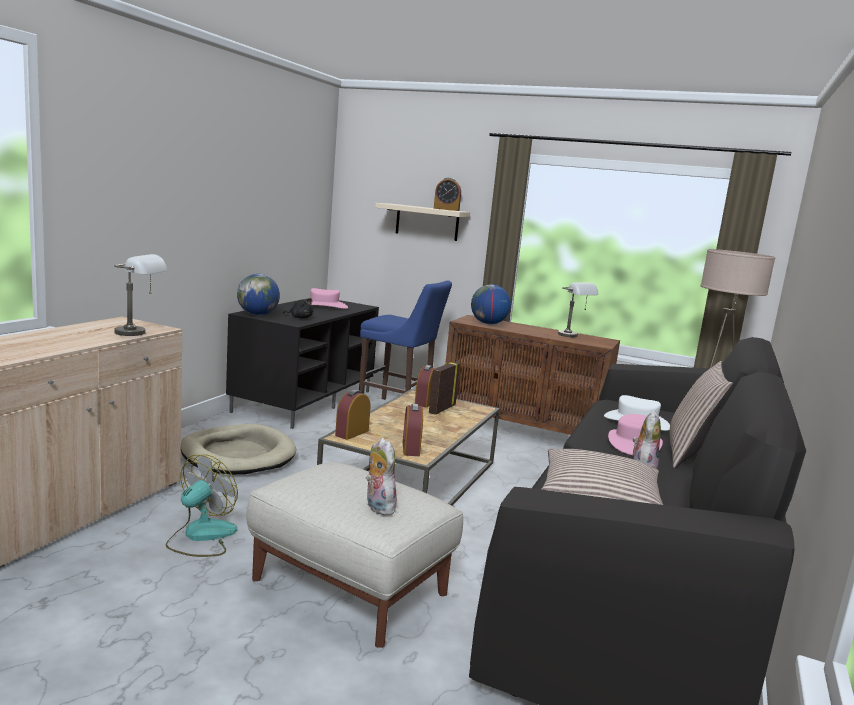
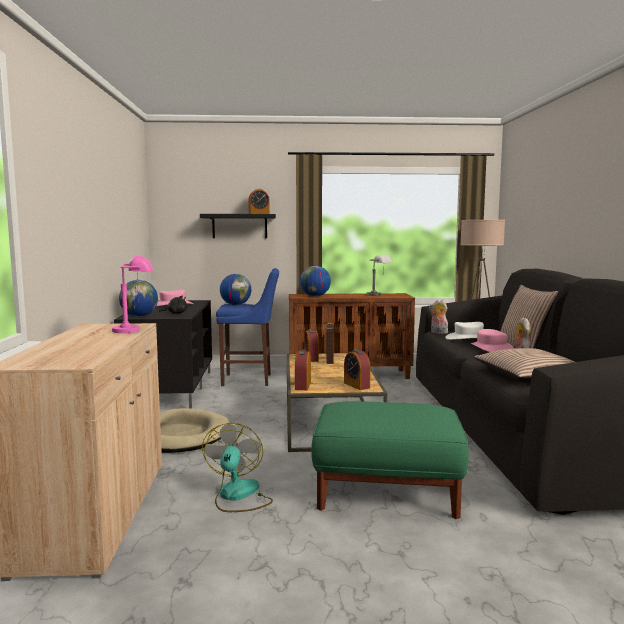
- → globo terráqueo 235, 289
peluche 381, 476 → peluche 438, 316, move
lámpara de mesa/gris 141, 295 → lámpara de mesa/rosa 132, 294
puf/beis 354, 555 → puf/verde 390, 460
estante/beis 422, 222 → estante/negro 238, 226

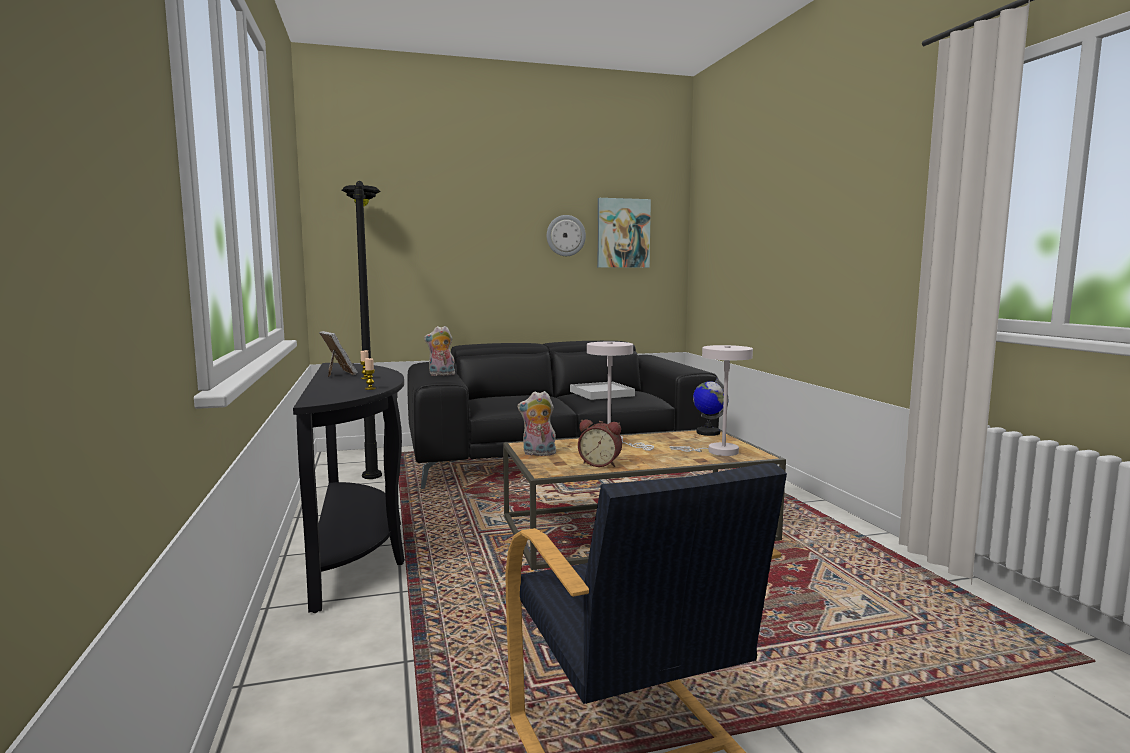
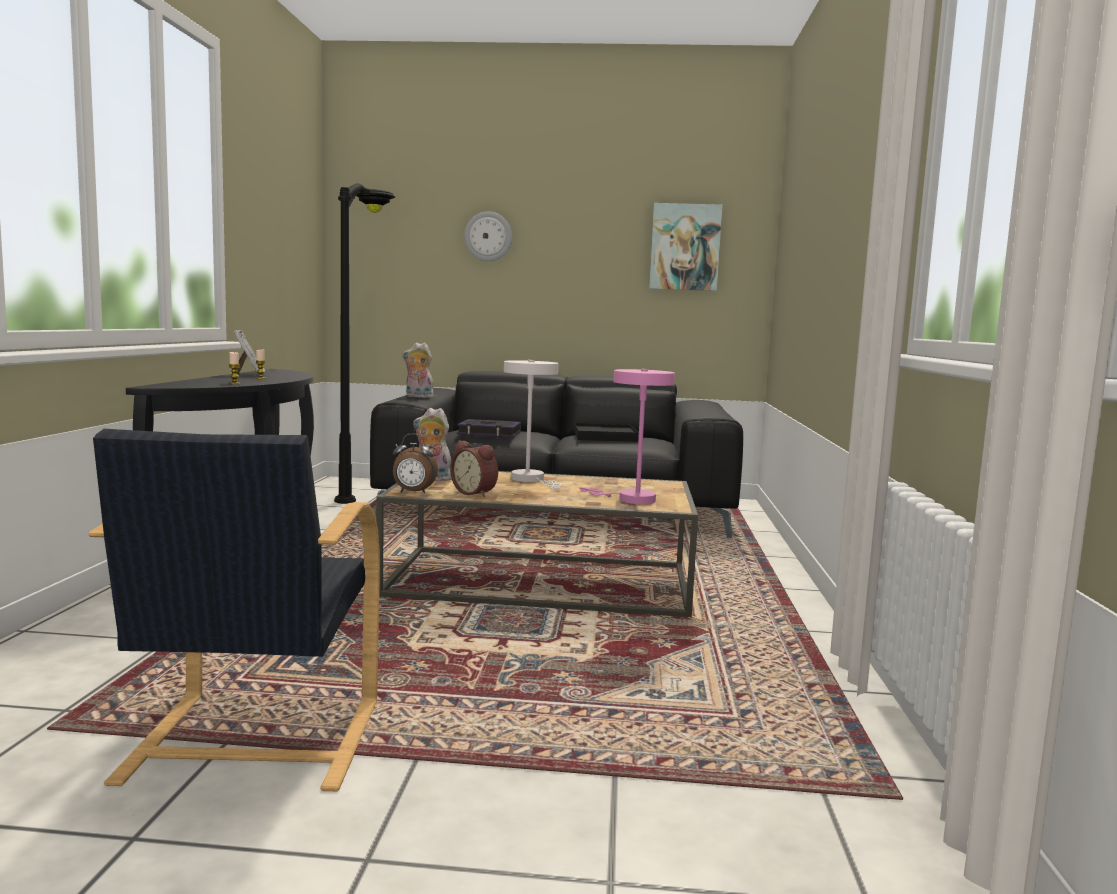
globo terráqueo 710, 407 → -
- → despertador 415, 463
- → libro 489, 428
reloj de pared 566, 235 → reloj de pared 488, 236, move
bandeja/blanco 602, 391 → bandeja/negro 606, 432
lámpara de mesa/blanco 711, 400 → lámpara de mesa/rosa 627, 436

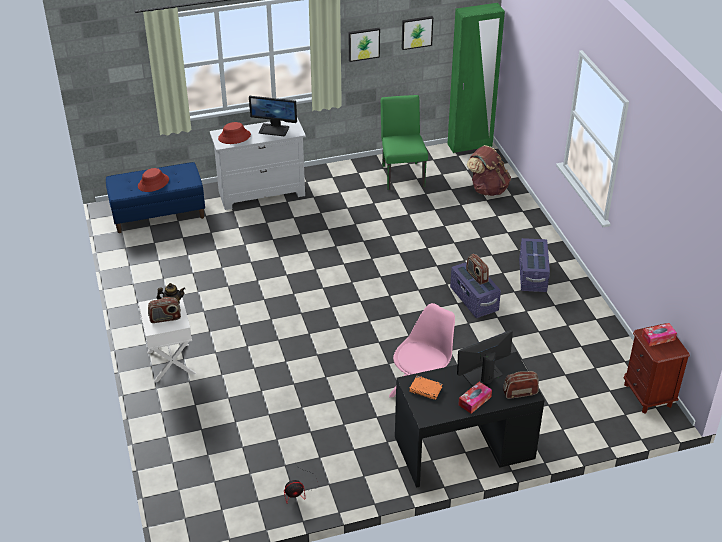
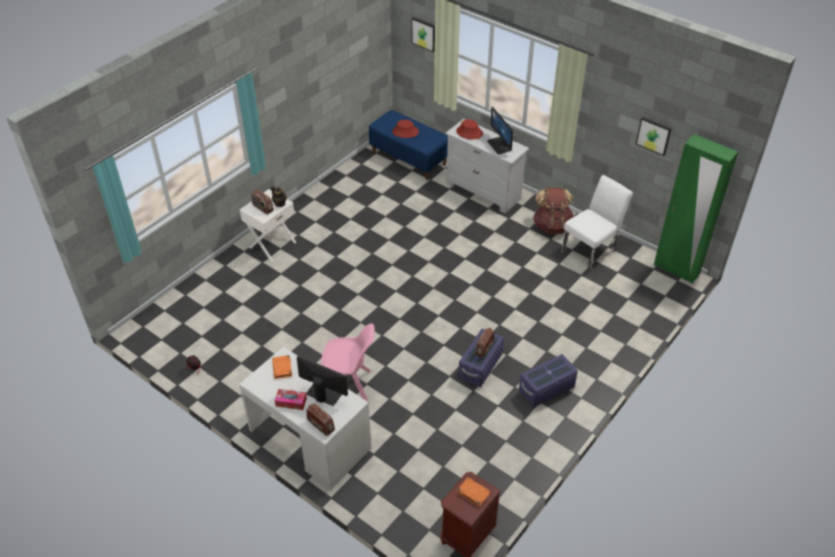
cuadro 364, 45 → cuadro 423, 34, move
mochila/marrón 489, 170 → mochila/marrón 553, 211, move
caja de pañuelos 659, 334 → libro/naranja 474, 492
silla/verde 404, 142 → silla/blanco 597, 223
escritorio/negro 470, 420 → escritorio/blanco 305, 418

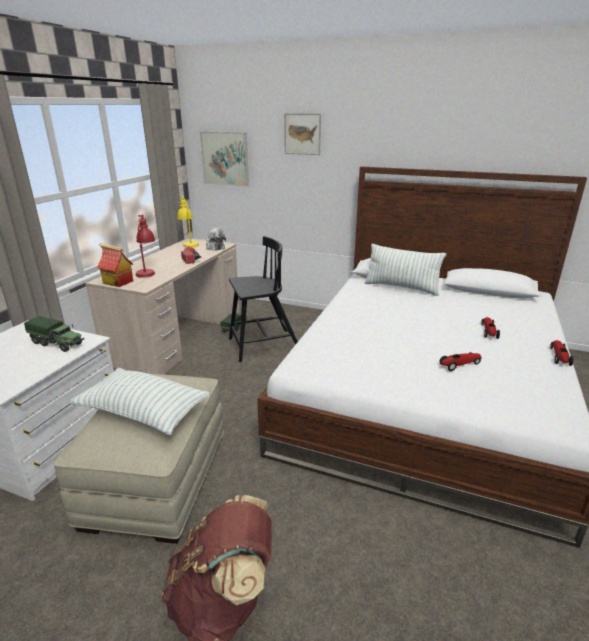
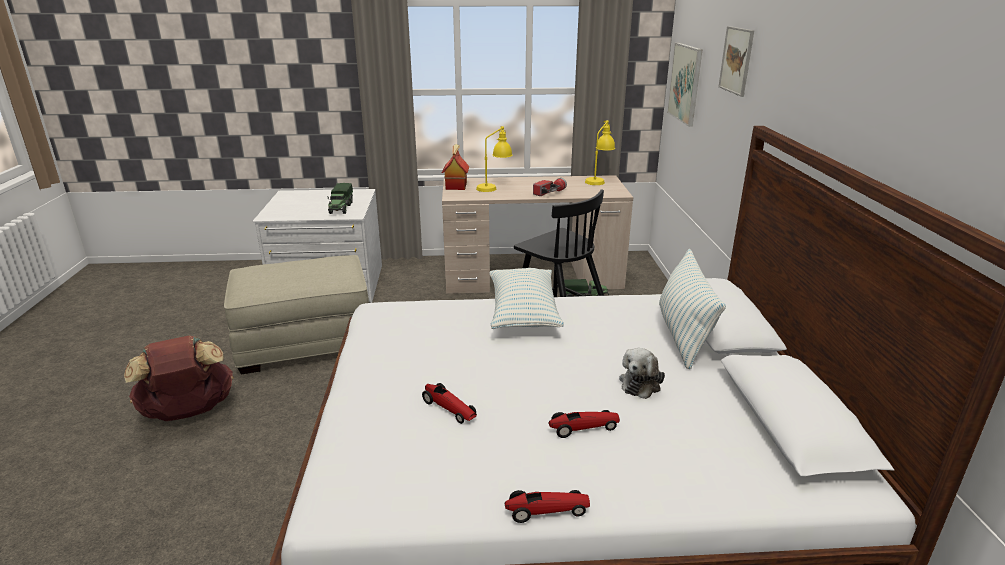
cojín 140, 401 → cojín 527, 298, move
peluche 216, 239 → peluche 642, 373, move
lámpara de mesa/rojo 145, 246 → lámpara de mesa/amarillo 494, 159

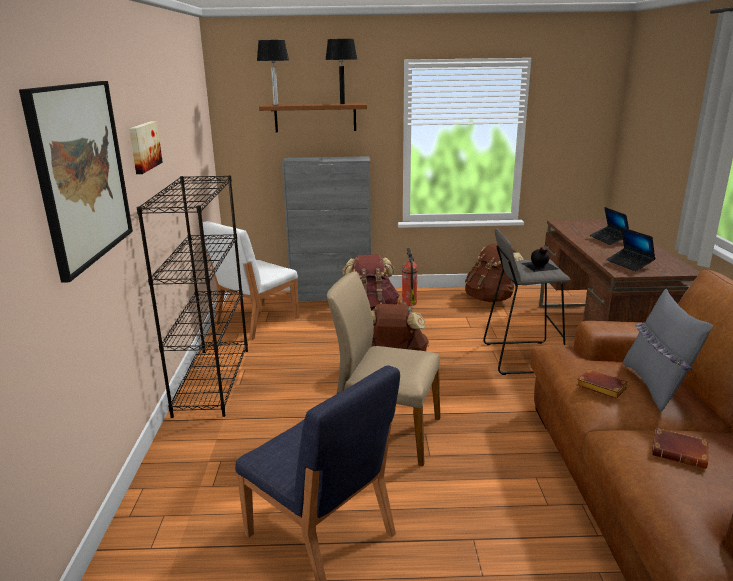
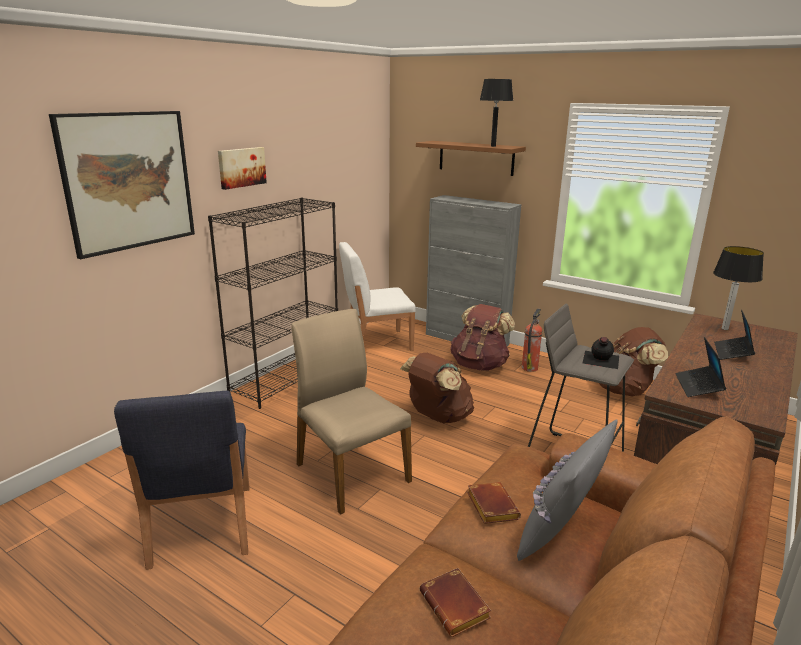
lámpara de mesa 273, 72 → lámpara de mesa 738, 288, move

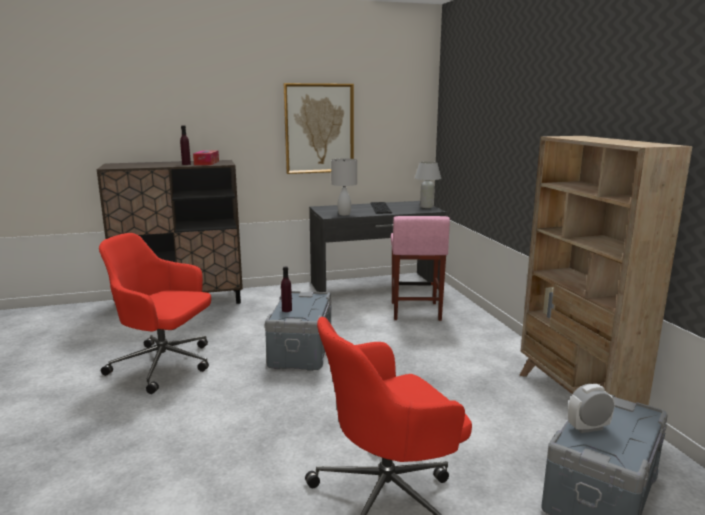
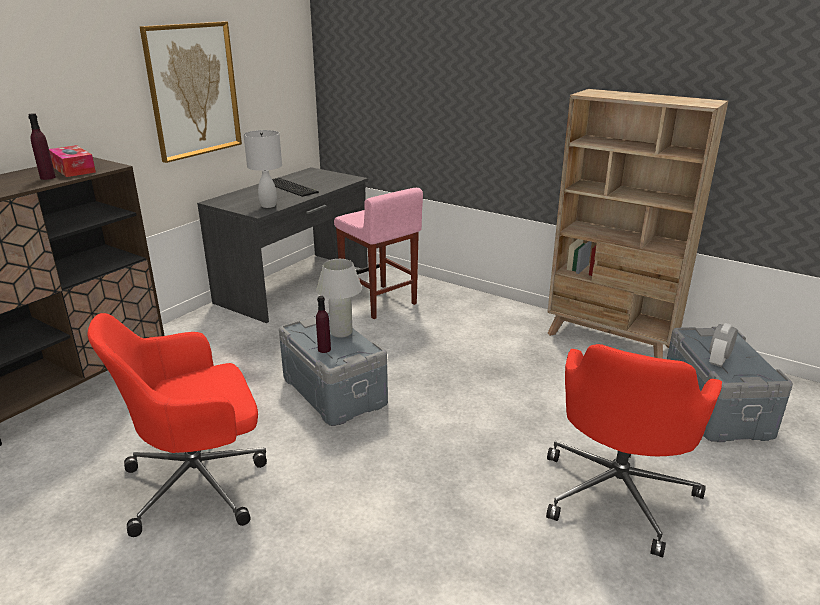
lámpara de mesa/blanco 428, 184 → lámpara de mesa/blanco 339, 298, move

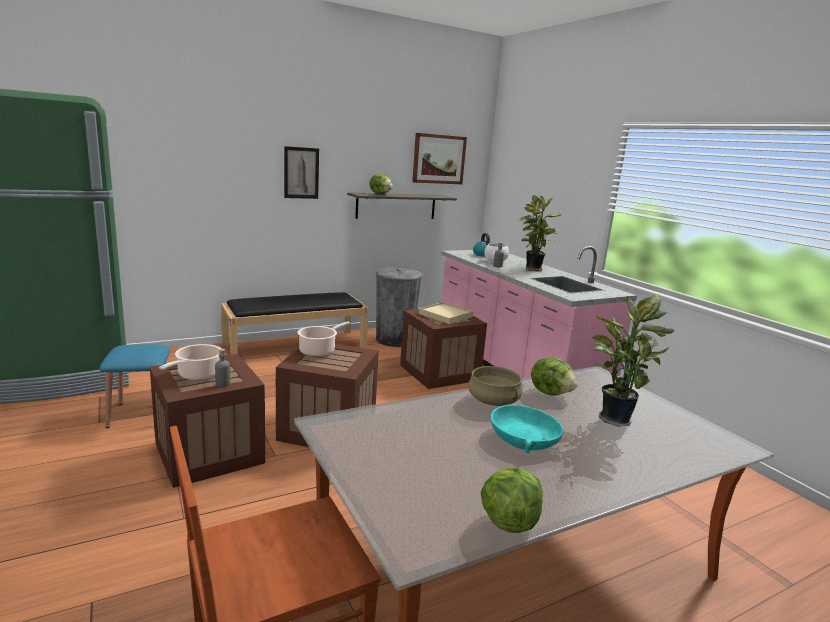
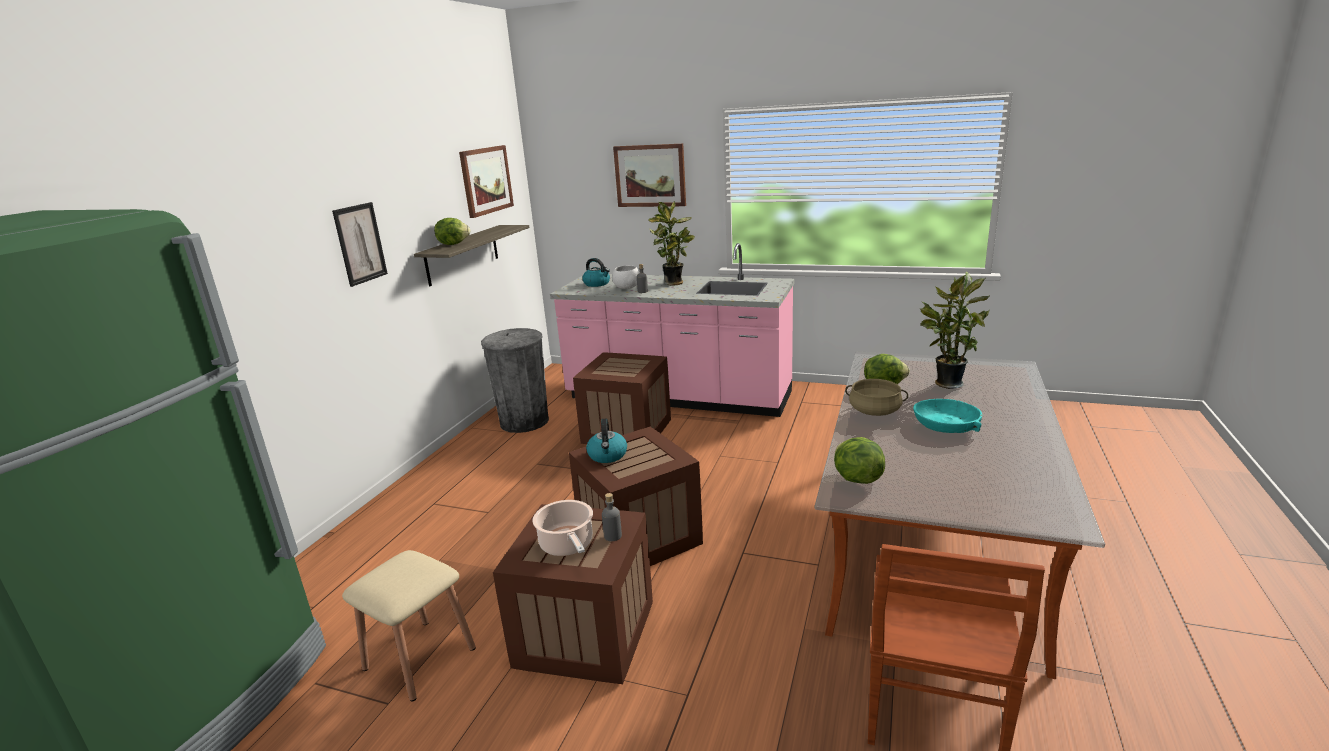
banco/negro 295, 323 → -
bandeja/beis 446, 313 → -
- → cuadro 649, 175
lechuga 512, 500 → lechuga 859, 460, move
olla 324, 339 → hervidor 606, 441
taburete/azul 135, 386 → taburete/beis 409, 626

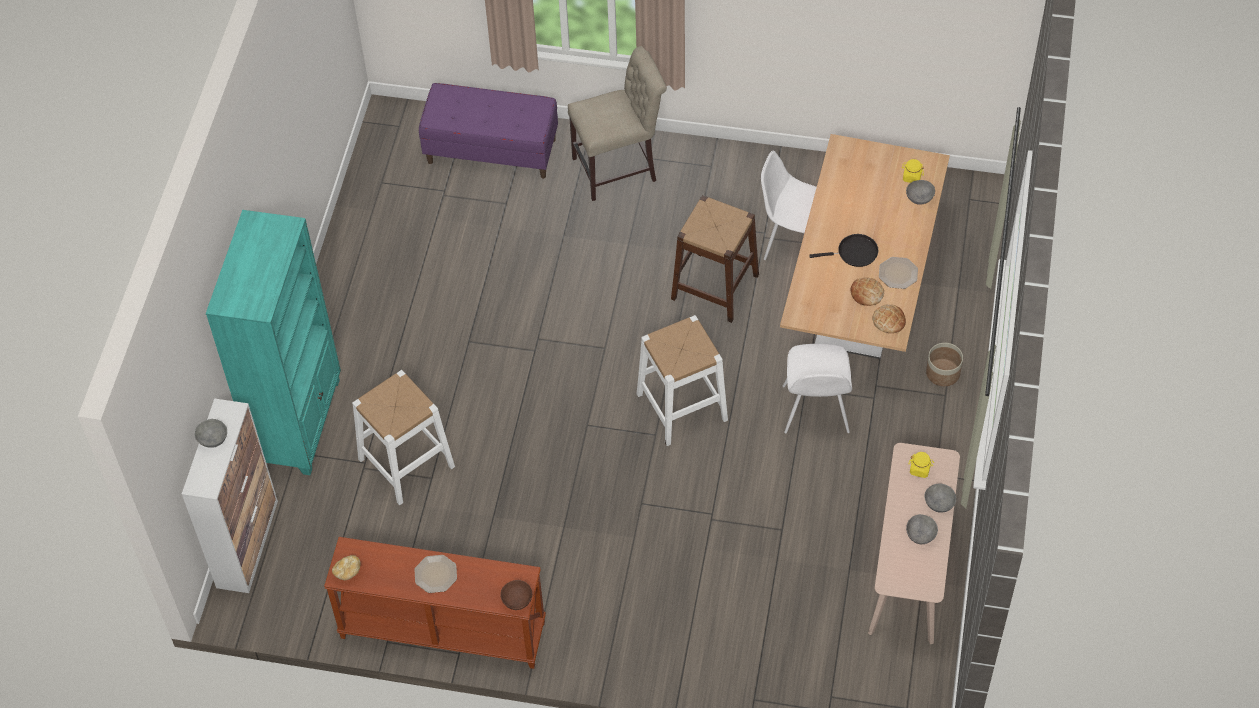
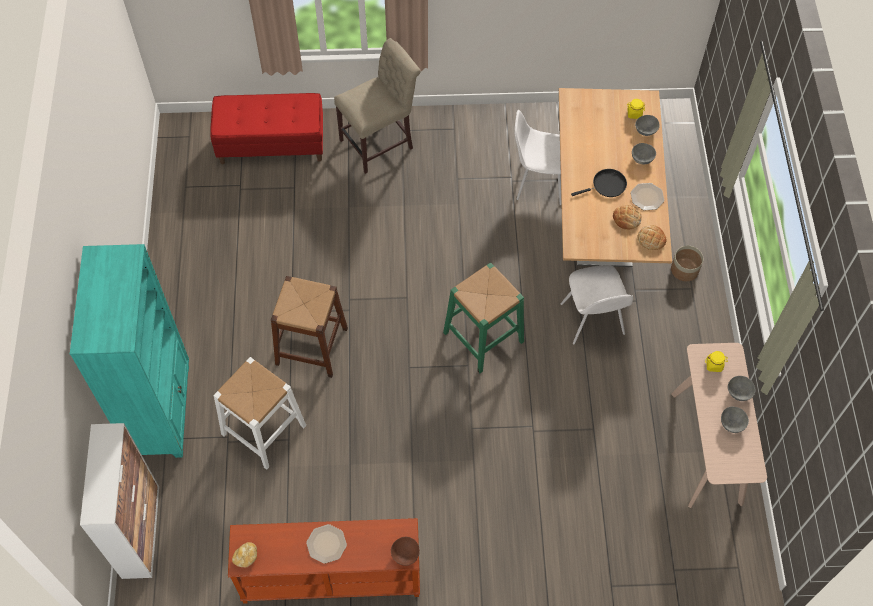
cuenco/gris 211, 433 → cuenco/gris 644, 153, move
taburete/marrón 715, 259 → taburete/marrón 309, 327, move
banco/morado 488, 131 → banco/rojo 267, 128
taburete/blanco 682, 380 → taburete/verde 483, 318

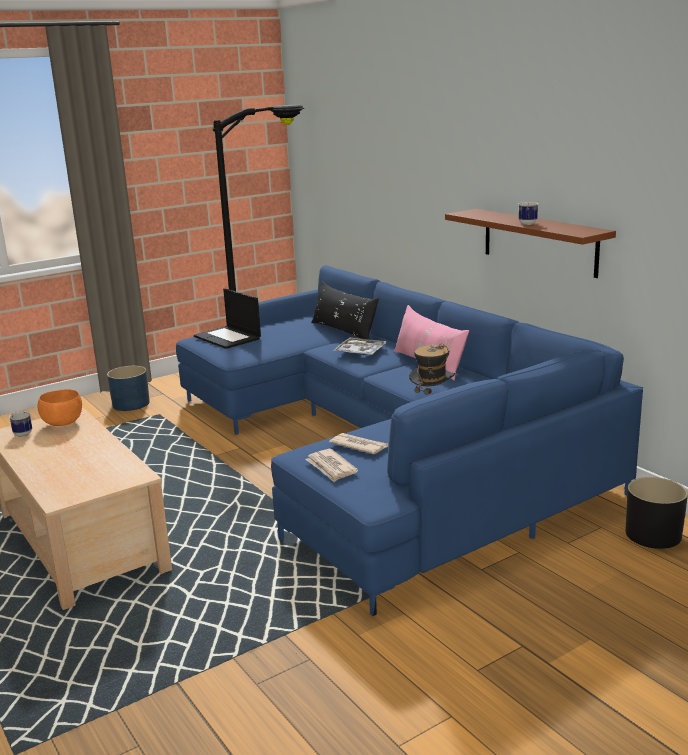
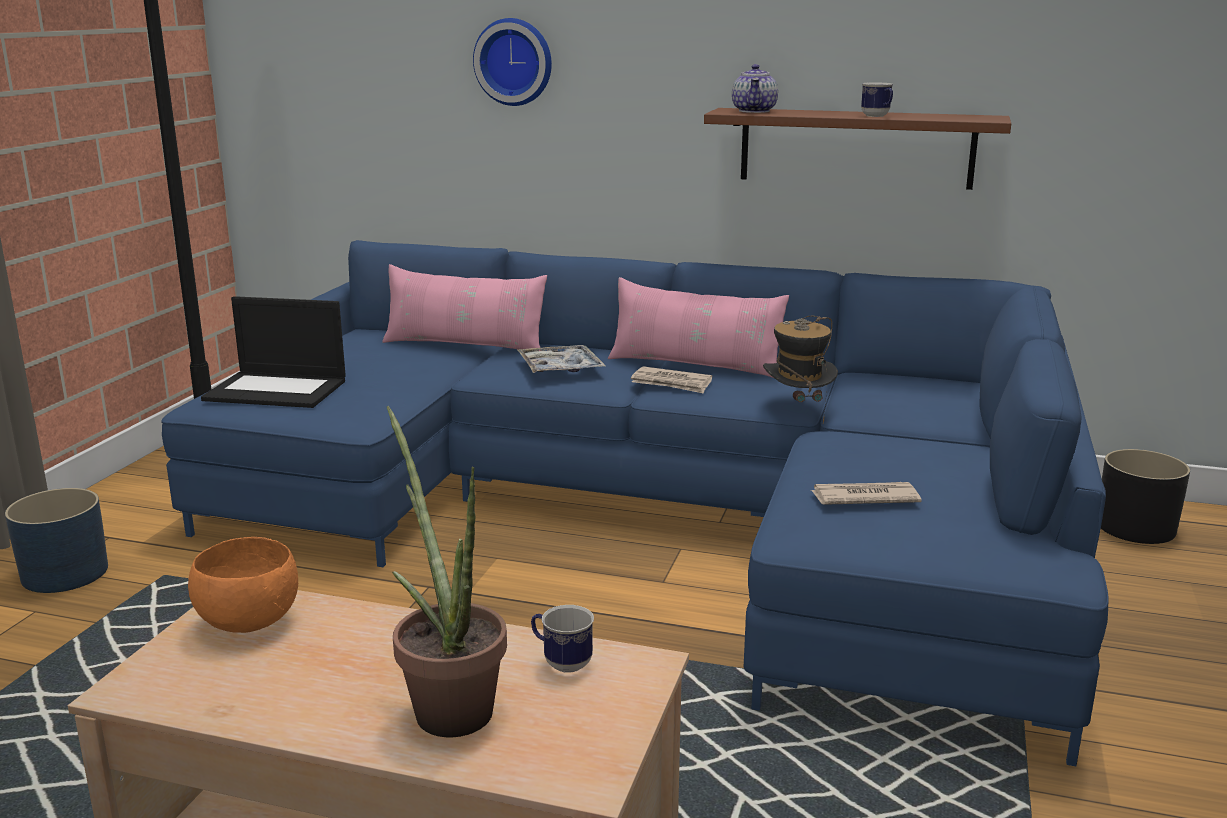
- → planta en maceta 447, 571
- → reloj de pared 512, 62
- → tetera 755, 88
taza grande 20, 424 → taza grande 562, 639, move
periódico 331, 465 → periódico 671, 380, move
cojín/negro 345, 310 → cojín/rosa 464, 307

